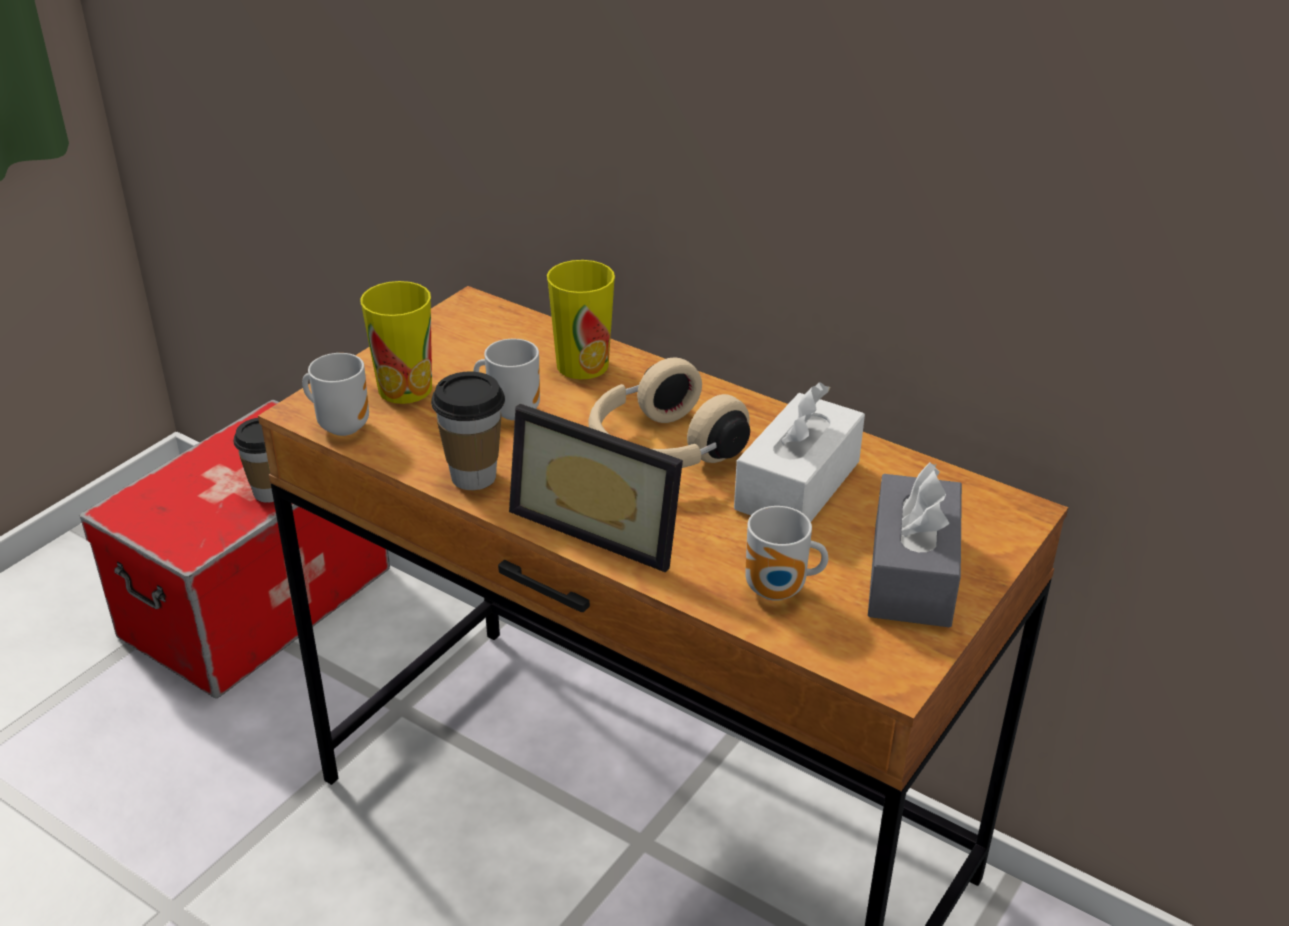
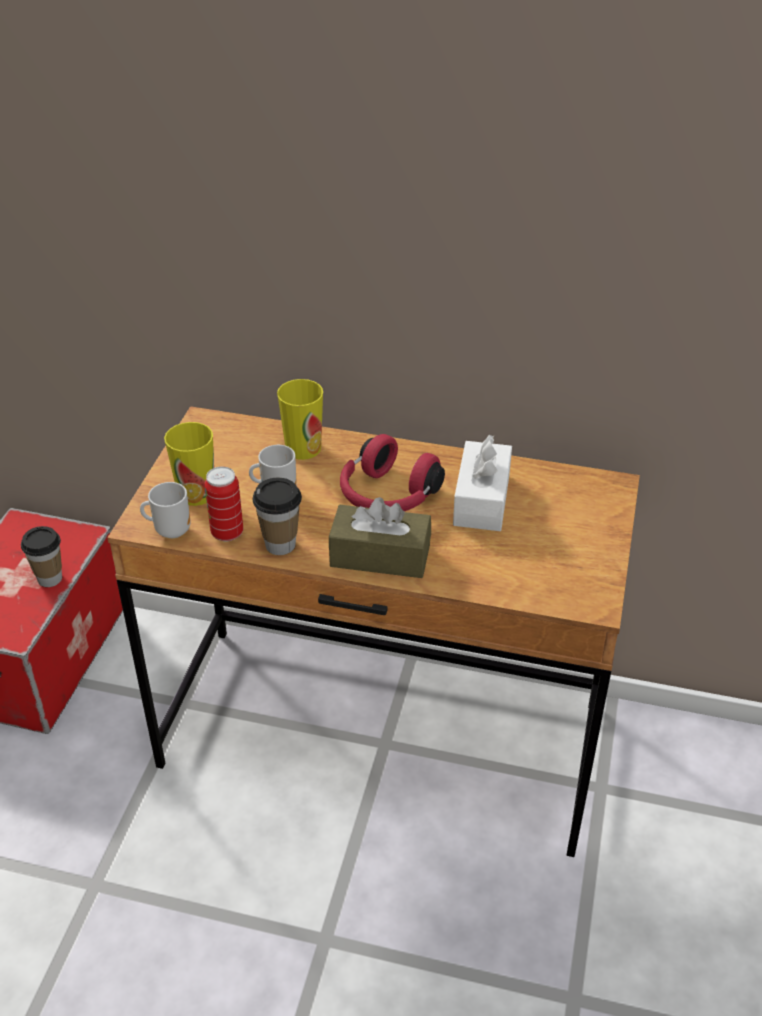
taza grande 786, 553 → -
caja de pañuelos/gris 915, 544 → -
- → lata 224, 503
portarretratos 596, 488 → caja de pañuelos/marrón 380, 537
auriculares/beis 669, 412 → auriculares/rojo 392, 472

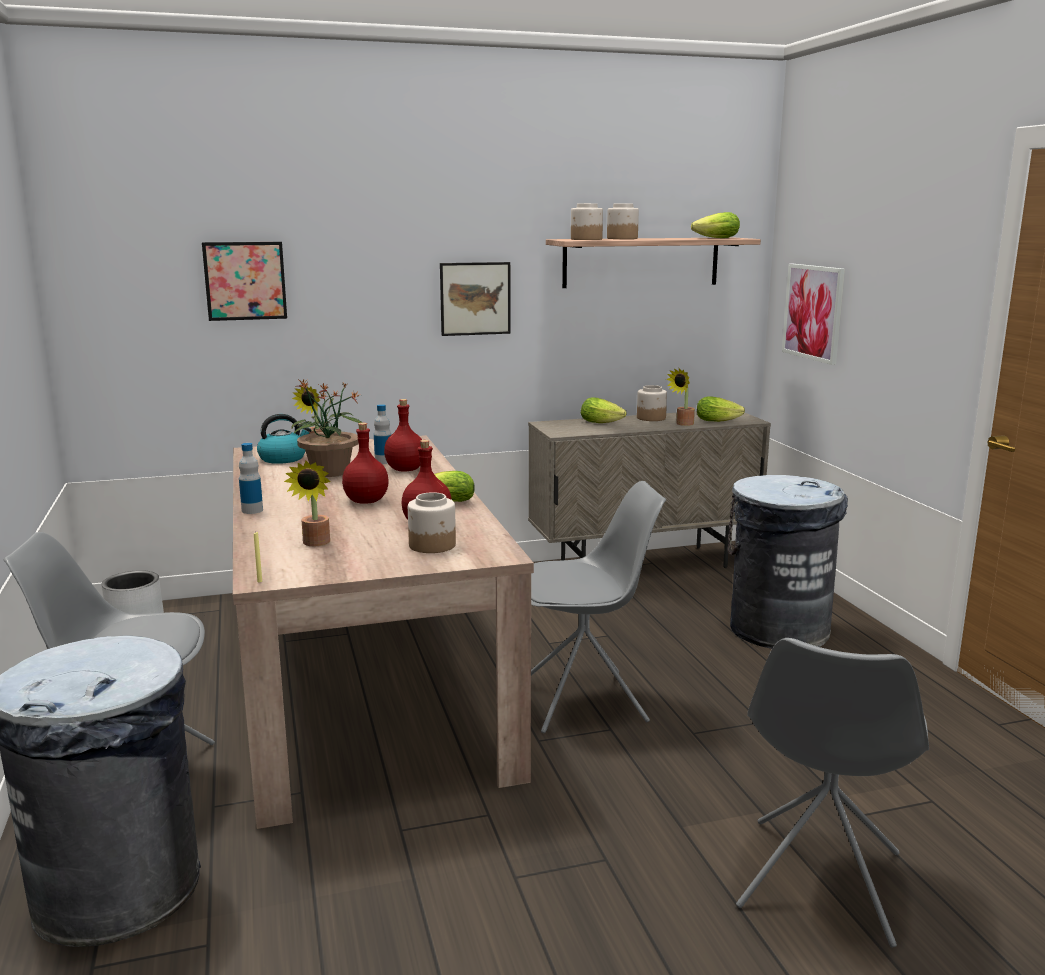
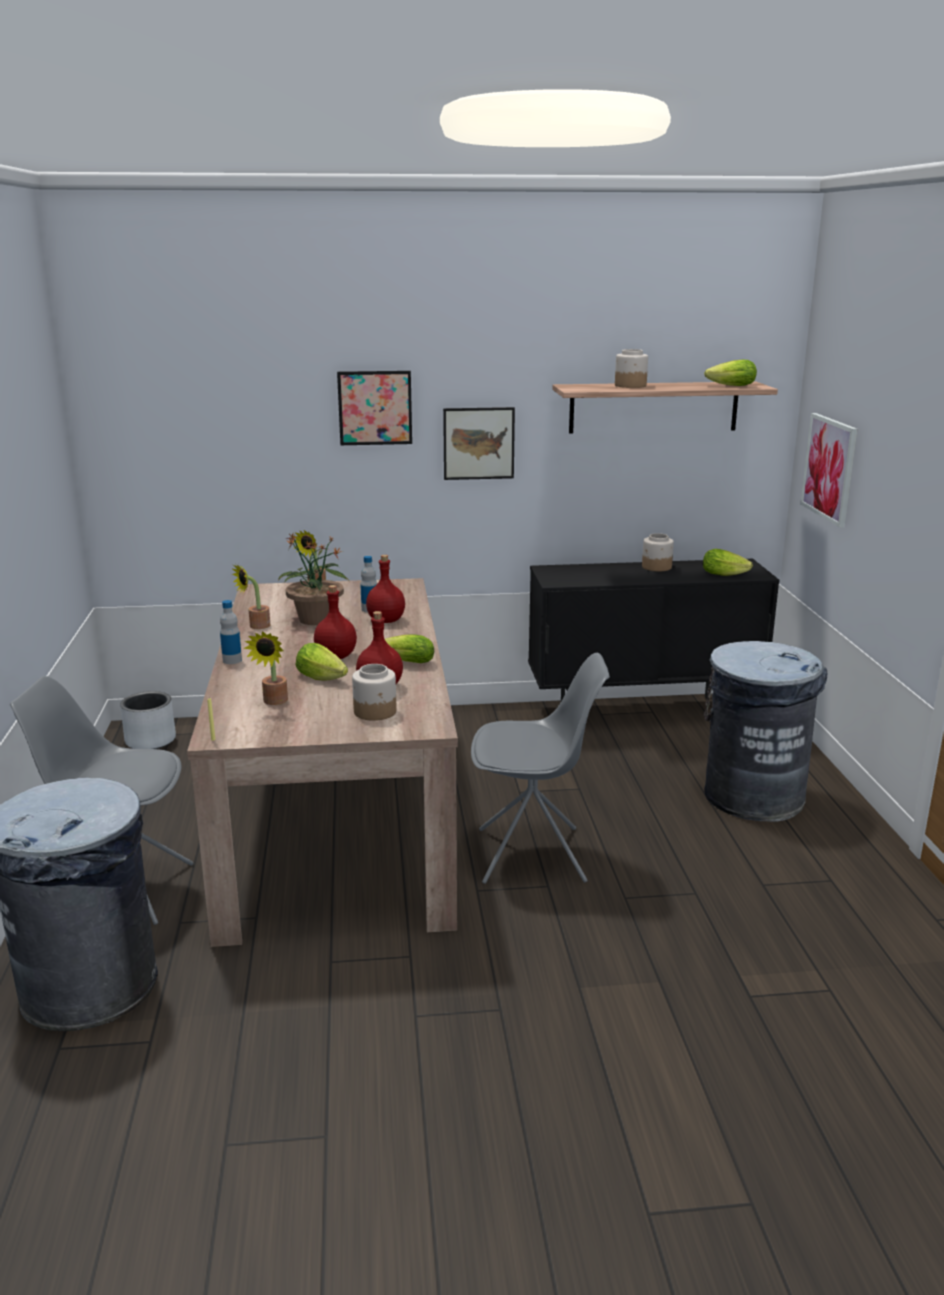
hervidor 284, 439 → -
tarro 587, 221 → -
silla/gris 832, 793 → -
cuadro 244, 281 → cuadro 374, 408, move
lechuga 604, 410 → lechuga 322, 661, move
planta en maceta 680, 396 → planta en maceta 250, 596, move
armario/beis 649, 489 → armario/negro 654, 630

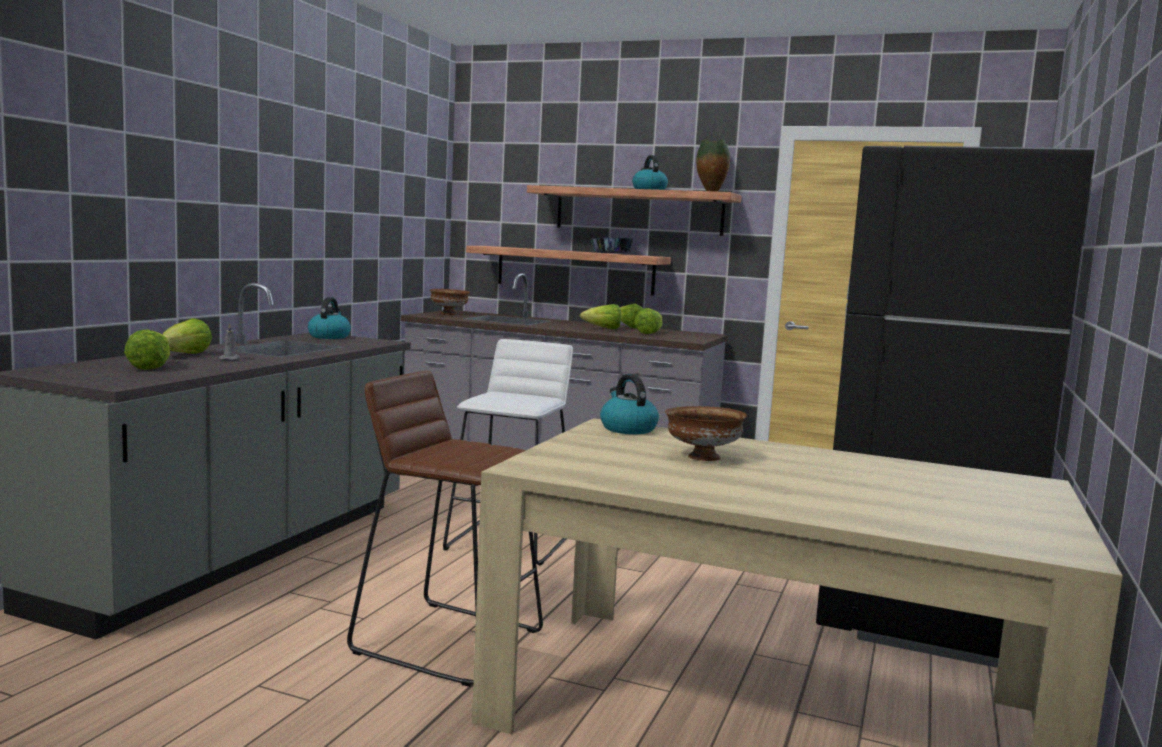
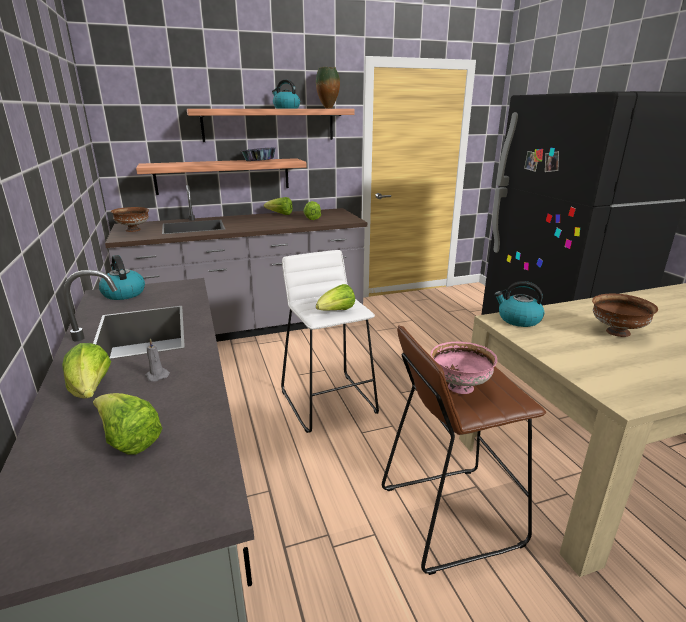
- → cuenco/rosa 464, 368
lechuga 600, 316 → lechuga 335, 297, move

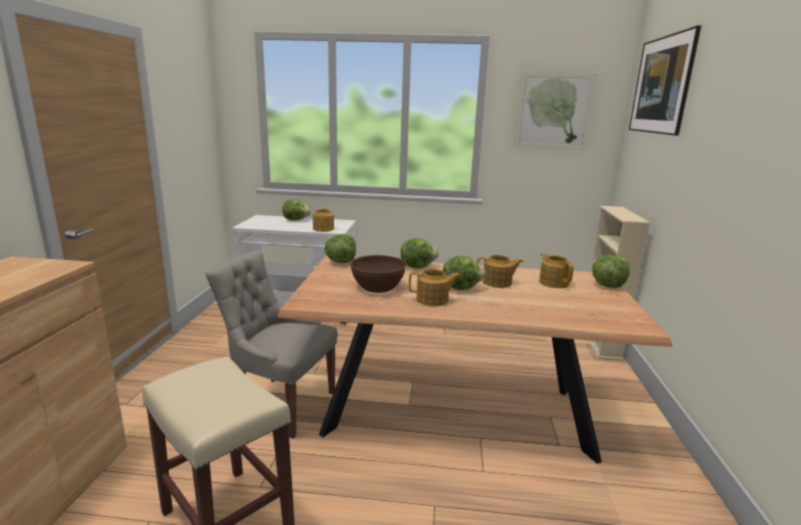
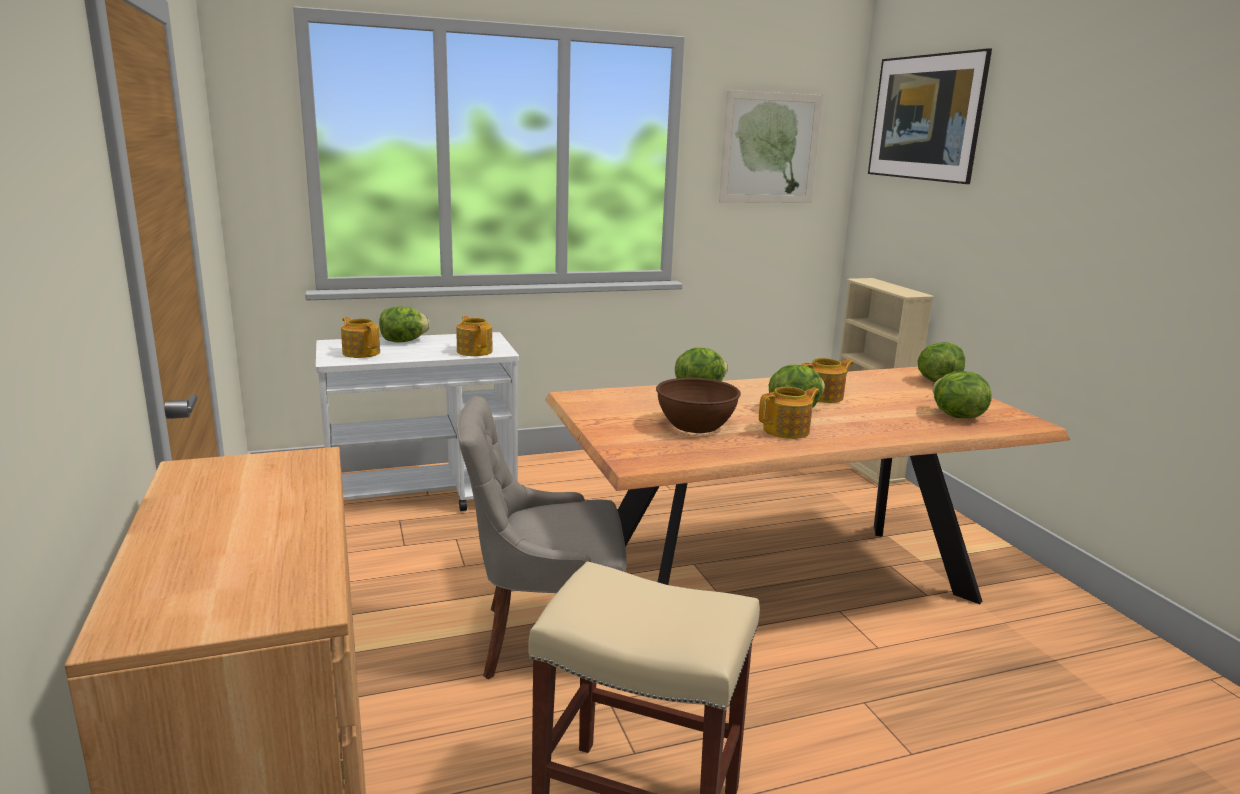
lechuga 340, 248 → lechuga 962, 394, move
tetera 556, 270 → tetera 360, 337, move

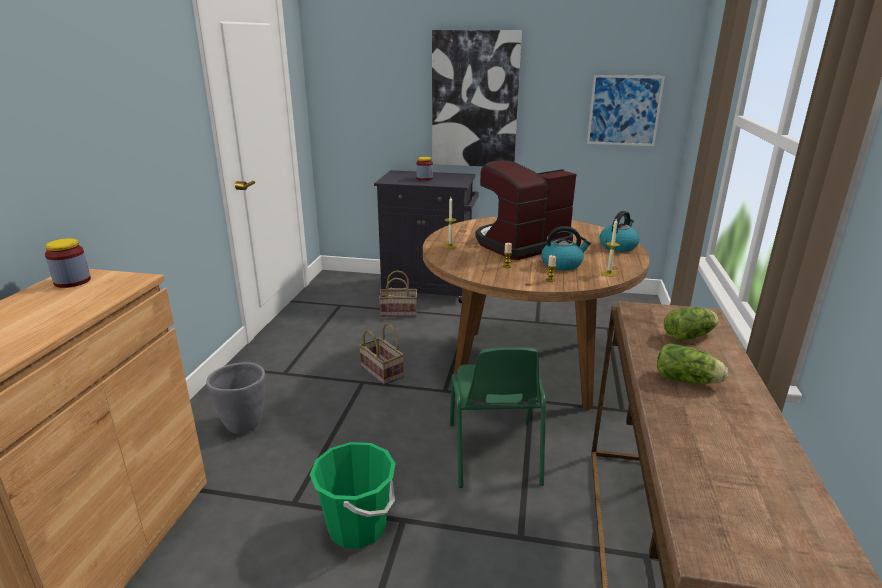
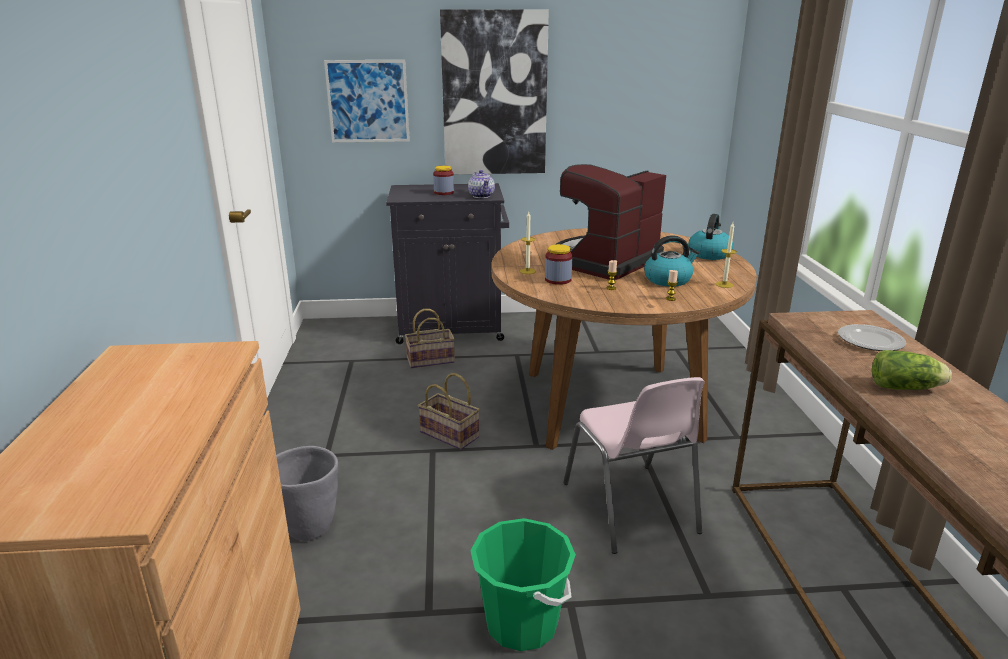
- → tetera 481, 184
tarro 68, 263 → tarro 558, 264, move
cuadro 626, 110 → cuadro 367, 101, move
lechuga 691, 324 → plato 872, 337
silla/verde 498, 418 → silla/rosa 634, 465

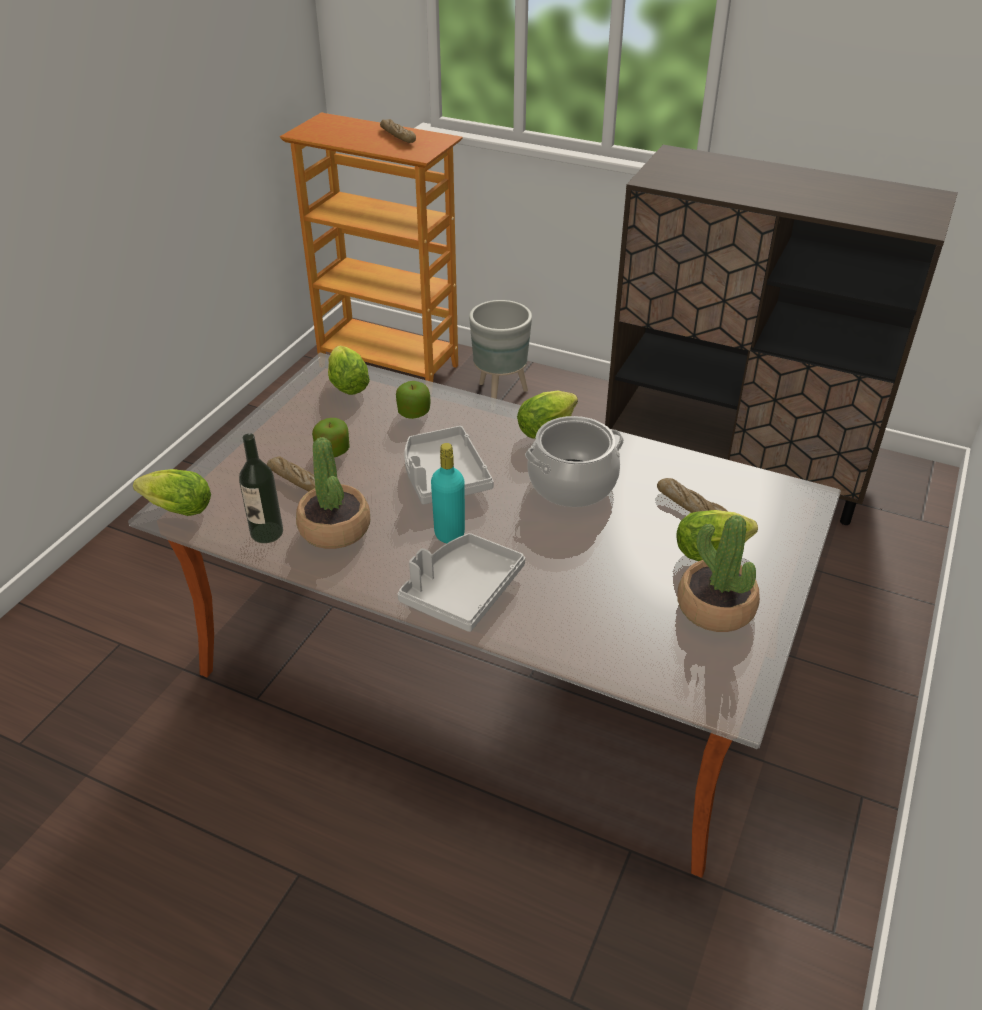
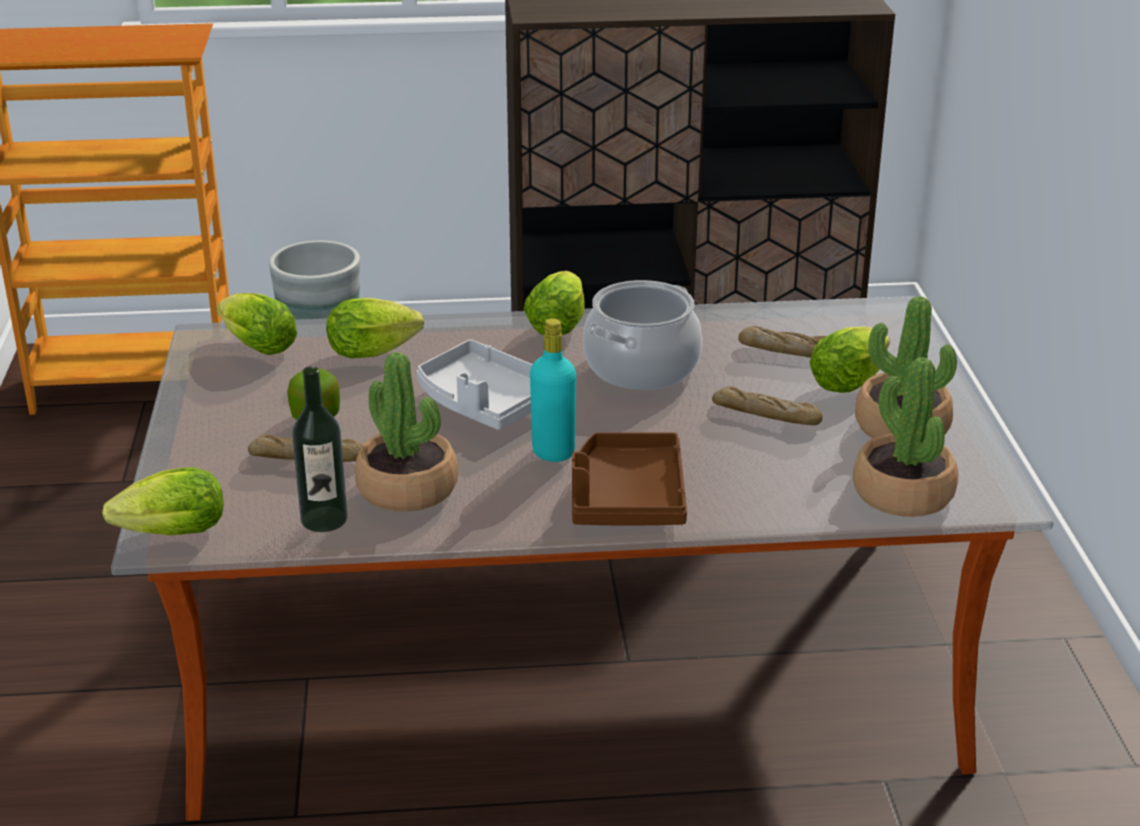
- → planta en maceta 905, 437
pan 398, 131 → pan 767, 405, move
manzana 413, 400 → lechuga 375, 328
bandeja/gris 461, 582 → bandeja/marrón 629, 479

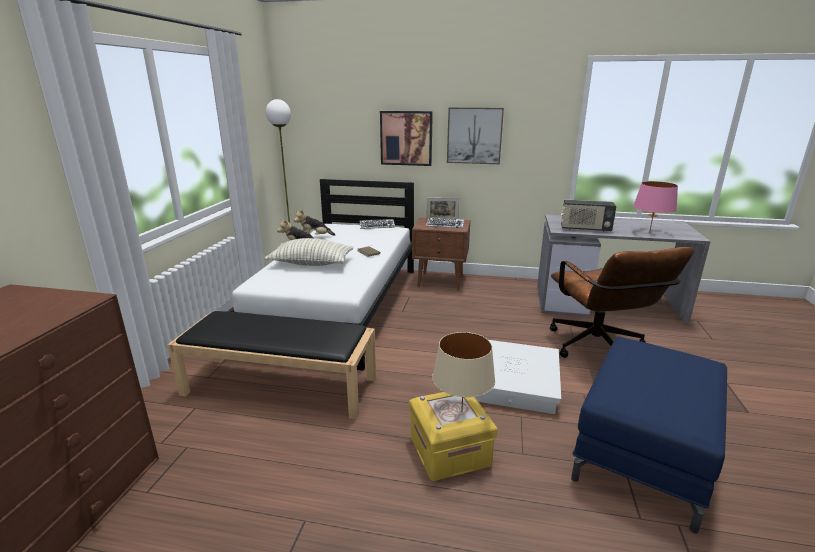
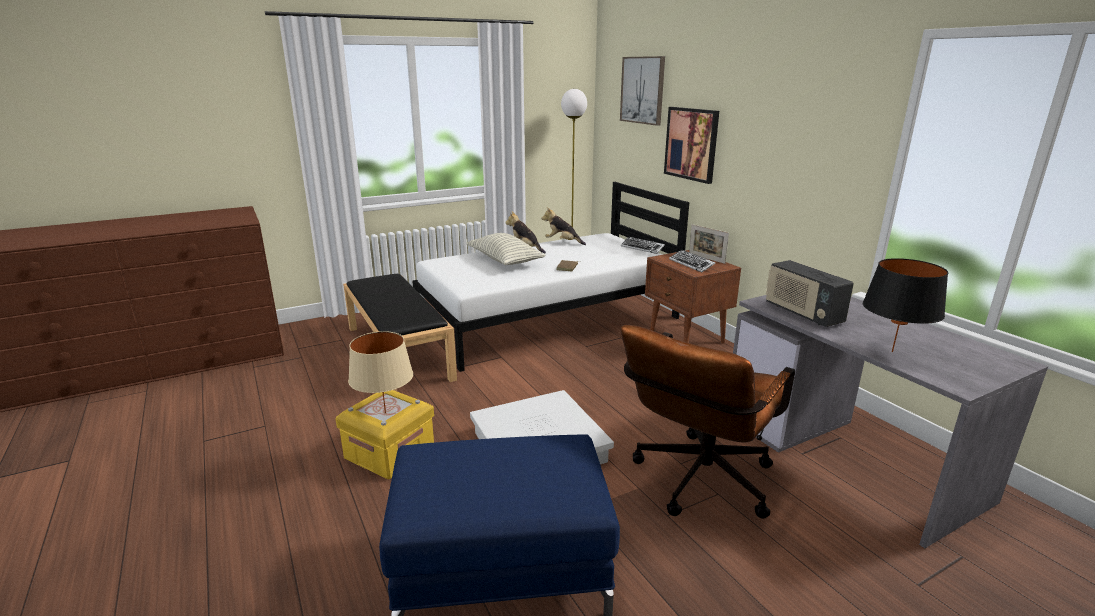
cuadro 475, 135 → cuadro 642, 91, move
lámpara de mesa/rosa 655, 207 → lámpara de mesa/negro 905, 305

